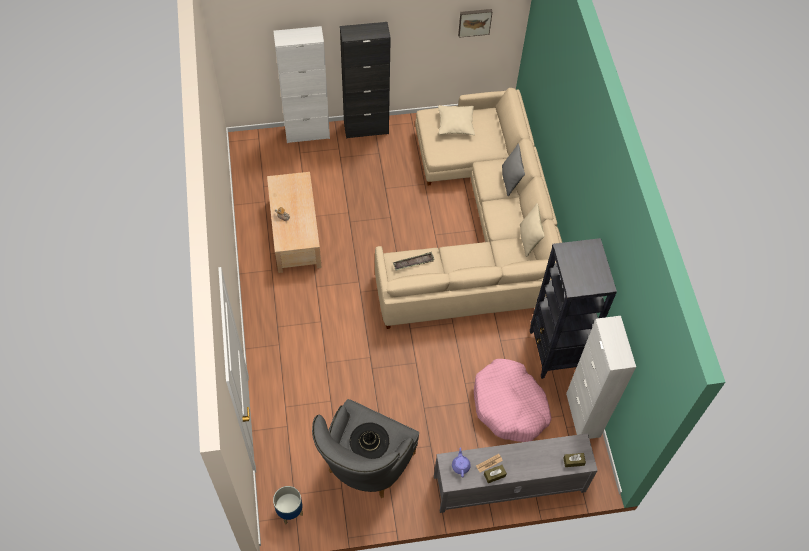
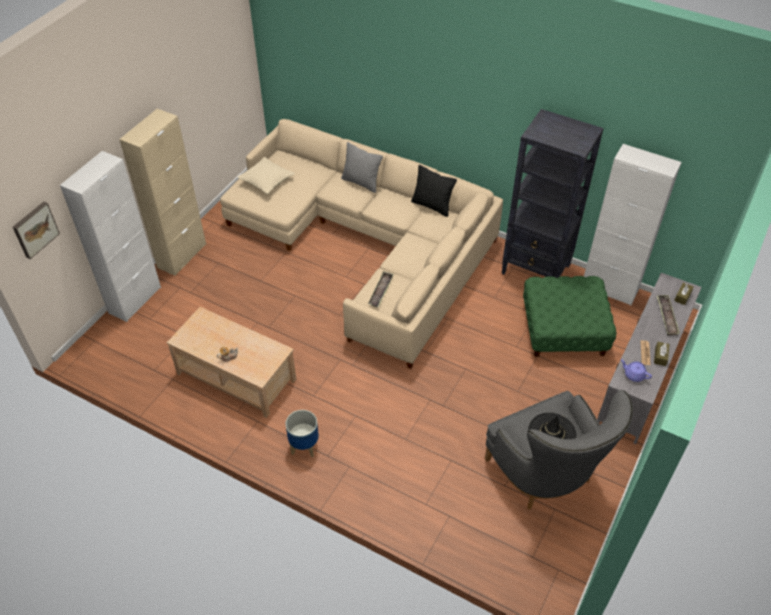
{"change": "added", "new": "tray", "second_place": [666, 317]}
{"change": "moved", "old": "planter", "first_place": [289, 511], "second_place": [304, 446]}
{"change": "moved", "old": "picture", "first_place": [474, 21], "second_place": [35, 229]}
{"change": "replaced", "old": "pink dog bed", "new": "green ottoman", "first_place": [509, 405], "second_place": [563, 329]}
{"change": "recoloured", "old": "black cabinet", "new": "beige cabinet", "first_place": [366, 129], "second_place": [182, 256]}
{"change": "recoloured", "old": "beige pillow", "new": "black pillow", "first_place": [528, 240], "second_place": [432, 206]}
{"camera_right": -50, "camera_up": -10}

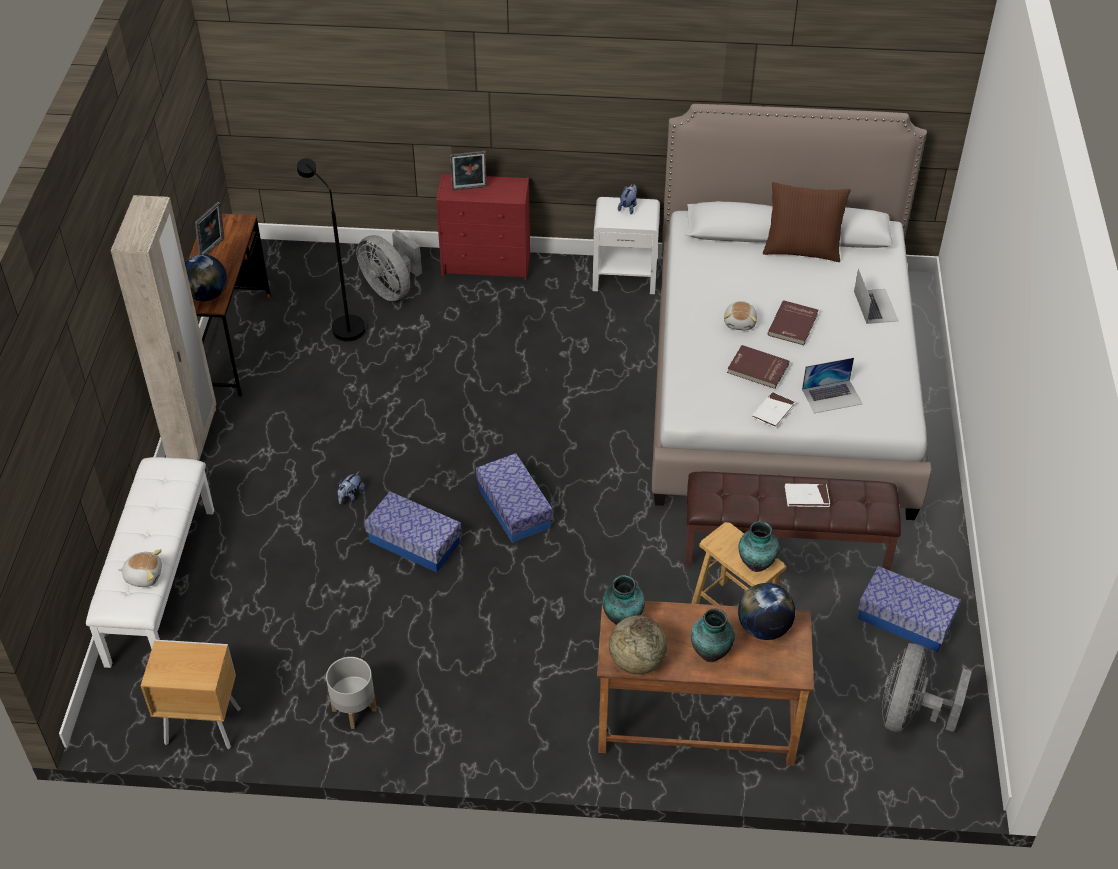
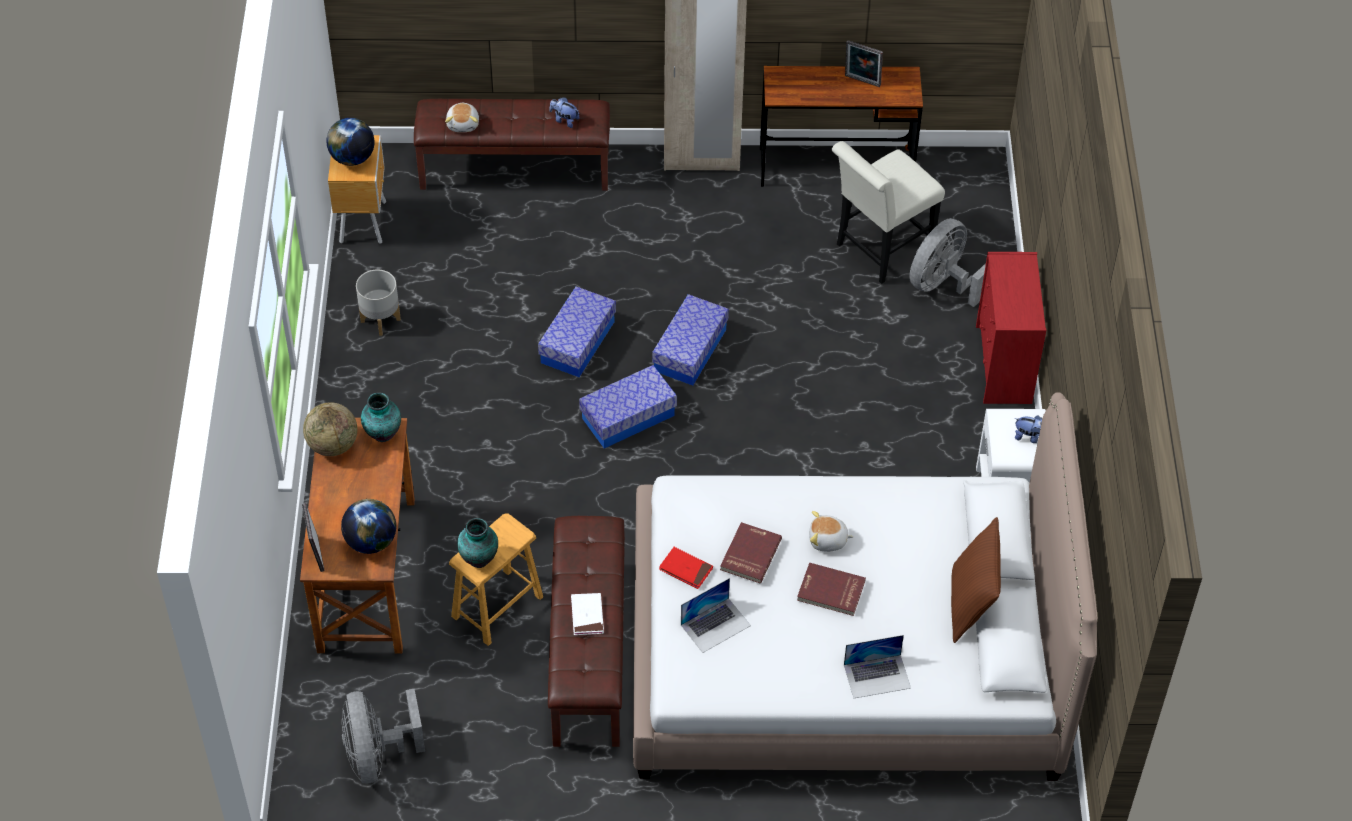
{"change": "removed", "old": "vase", "first_place": [711, 651]}
{"change": "moved", "old": "globe", "first_place": [207, 295], "second_place": [352, 158]}
{"change": "moved", "old": "plush toy", "first_place": [350, 496], "second_place": [564, 120]}
{"change": "moved", "old": "picture frame", "first_place": [469, 189], "second_place": [316, 554]}
{"change": "moved", "old": "storage box", "first_place": [905, 619], "second_place": [690, 350]}
{"change": "replaced", "old": "black floor lamp", "new": "white chair", "first_place": [342, 325], "second_place": [879, 251]}
{"change": "recoloured", "old": "white bench", "new": "brown bench", "first_place": [160, 585], "second_place": [515, 169]}
{"change": "recoloured", "old": "white book", "new": "red book", "first_place": [773, 411], "second_place": [685, 569]}
{"change": "turned", "old": "laptop", "first_place": [832, 396], "second_place": [715, 625], "degrees": -105}
{"change": "turned", "old": "grey fan", "first_place": [909, 713], "second_place": [377, 755], "degrees": -120}
{"camera_right": 85, "camera_up": 5}

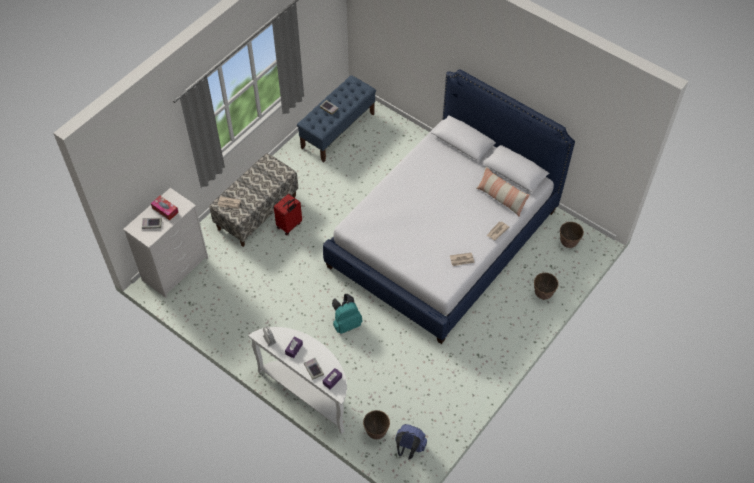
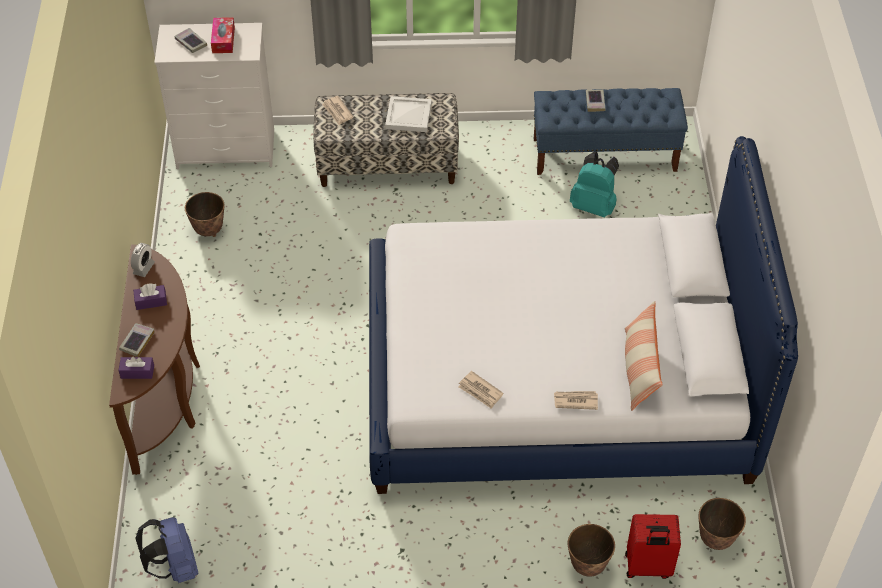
{"change": "added", "new": "white tray", "second_place": [407, 116]}
{"change": "moved", "old": "red suitcase", "first_place": [289, 226], "second_place": [648, 567]}
{"change": "moved", "old": "turquoise backpack", "first_place": [346, 323], "second_place": [594, 206]}
{"change": "moved", "old": "planter", "first_place": [376, 432], "second_place": [208, 230]}
{"change": "recoloured", "old": "white console table", "new": "brown console table", "first_place": [309, 392], "second_place": [167, 396]}
{"camera_right": 50, "camera_up": -5}

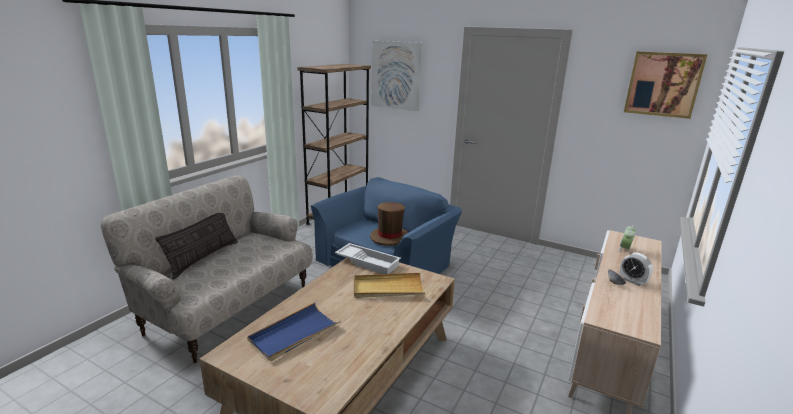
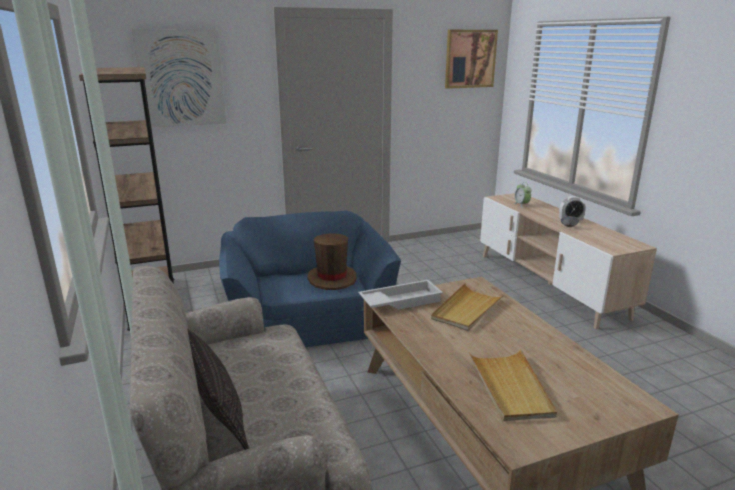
{"change": "recoloured", "old": "blue tray", "new": "beige tray", "first_place": [294, 334], "second_place": [510, 387]}
{"camera_right": -50, "camera_up": 0}

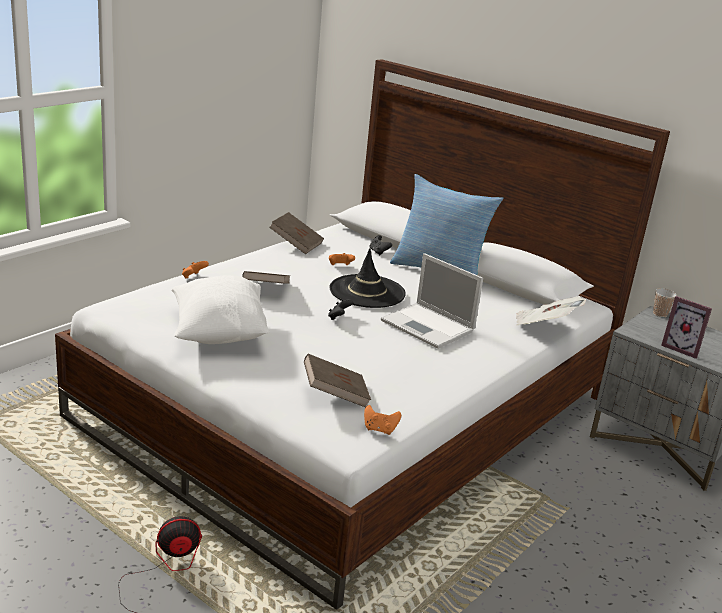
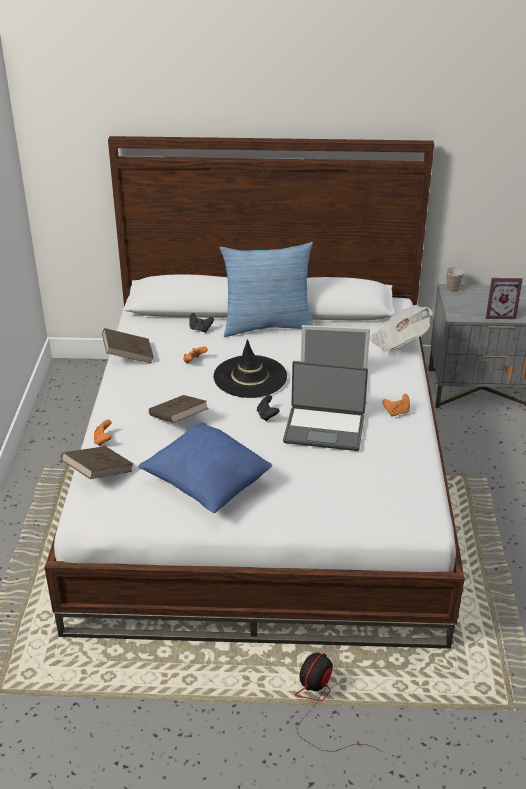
{"change": "added", "new": "laptop", "second_place": [324, 428]}
{"change": "moved", "old": "brown book", "first_place": [335, 395], "second_place": [99, 473]}
{"change": "moved", "old": "orange game controller", "first_place": [379, 429], "second_place": [396, 412]}
{"change": "recoloured", "old": "white pillow", "new": "blue pillow", "first_place": [219, 333], "second_place": [206, 485]}
{"camera_right": -35, "camera_up": 10}

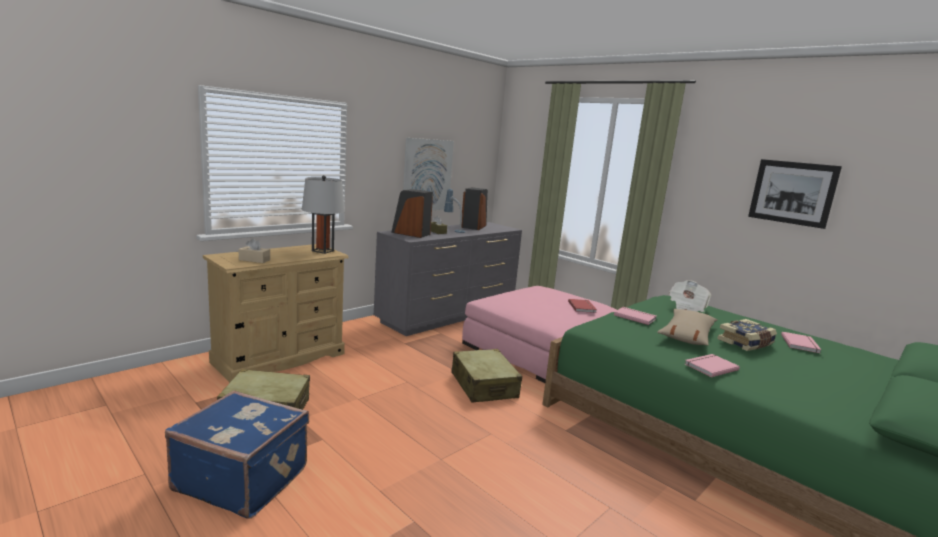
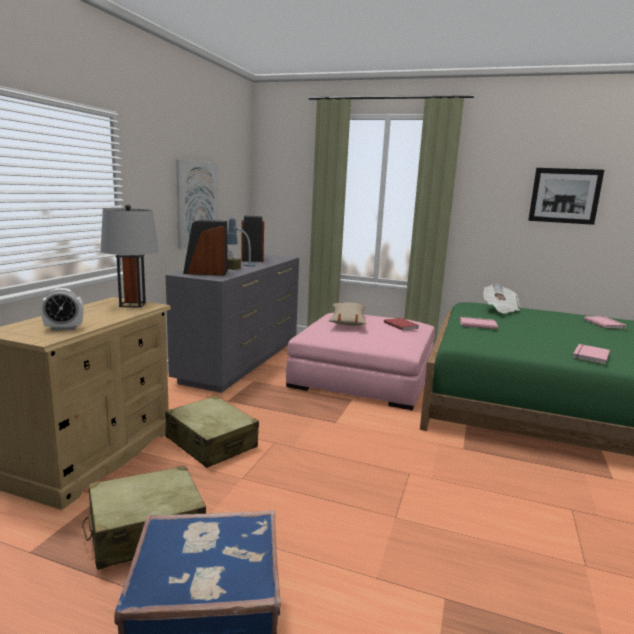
{"change": "removed", "old": "book", "first_place": [746, 343]}
{"change": "moved", "old": "beige suitcase", "first_place": [484, 386], "second_place": [211, 443]}
{"change": "moved", "old": "beige pillow", "first_place": [687, 335], "second_place": [348, 321]}
{"change": "replaced", "old": "beige tissue box", "new": "alarm clock", "first_place": [254, 260], "second_place": [64, 328]}
{"camera_right": -25, "camera_up": 0}

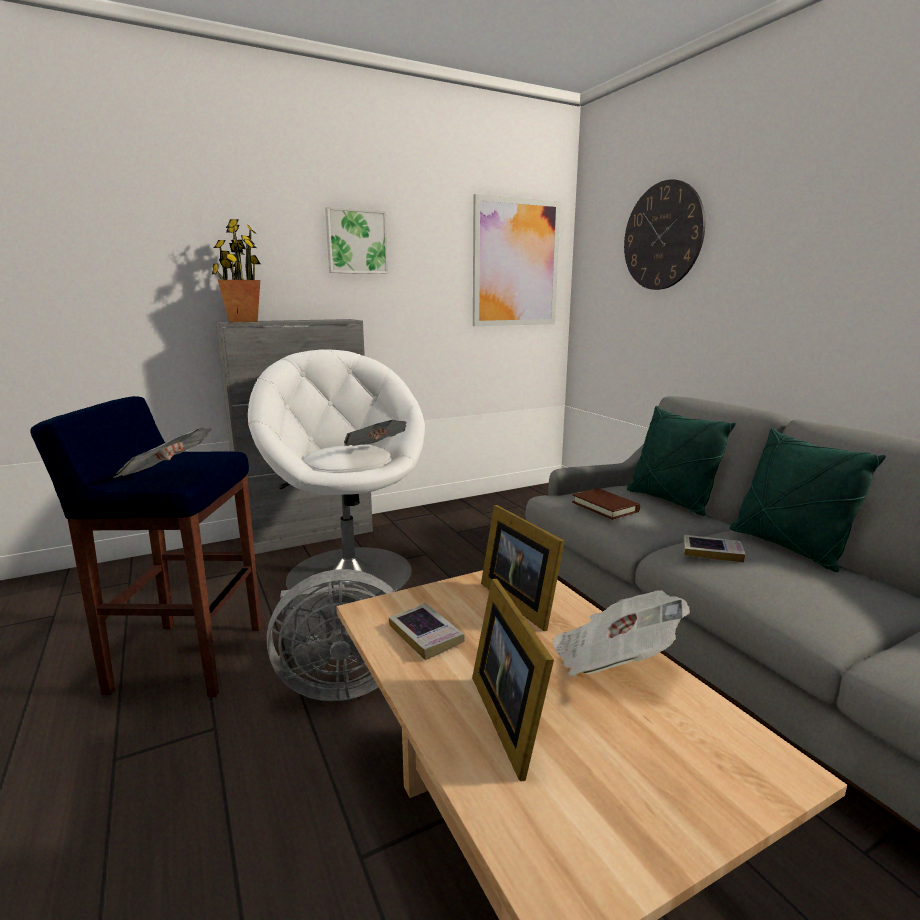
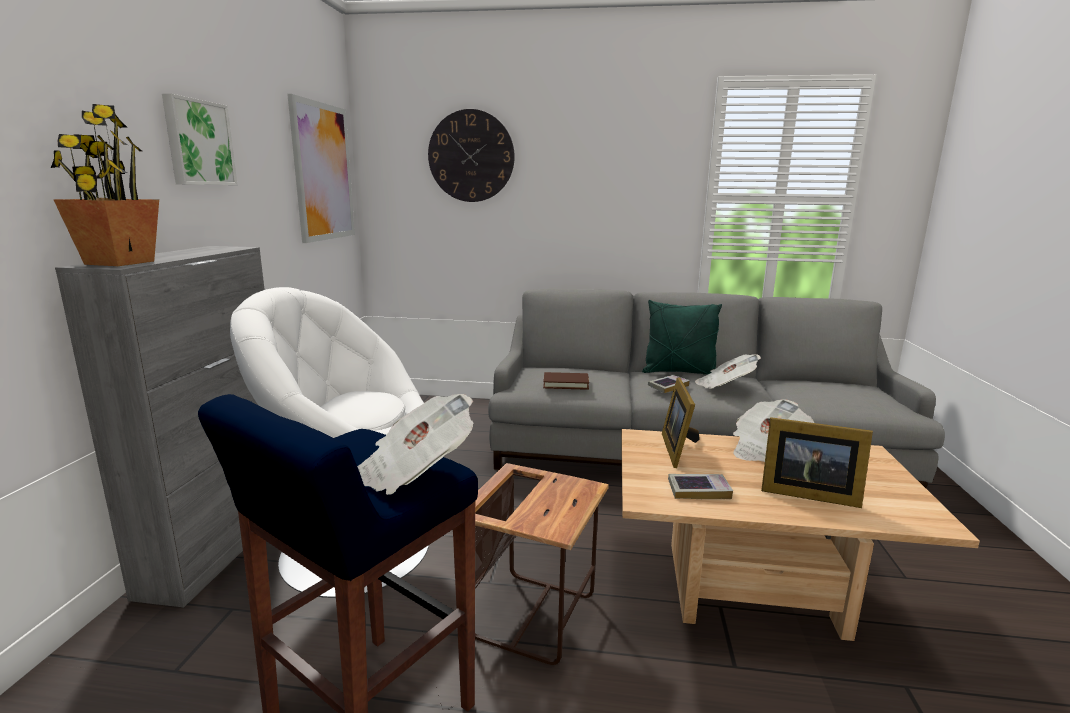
{"change": "removed", "old": "green pillow", "first_place": [670, 501]}
{"change": "moved", "old": "newspaper", "first_place": [375, 451], "second_place": [725, 386]}
{"change": "replaced", "old": "grey fan", "new": "side table", "first_place": [338, 683], "second_place": [533, 615]}
{"change": "turned", "old": "picture frame", "first_place": [520, 600], "second_place": [678, 449], "degrees": 90}
{"camera_right": -55, "camera_up": 0}

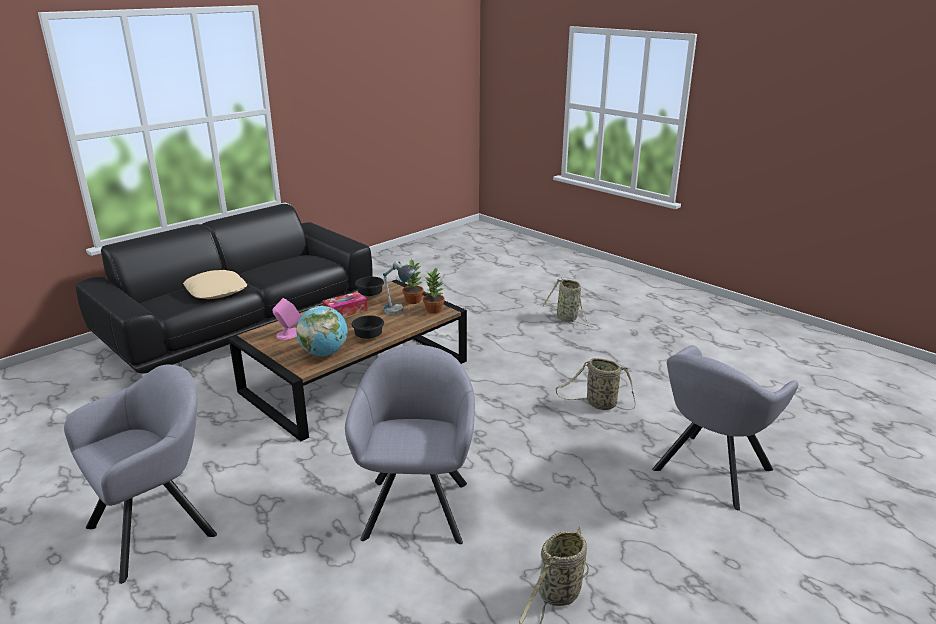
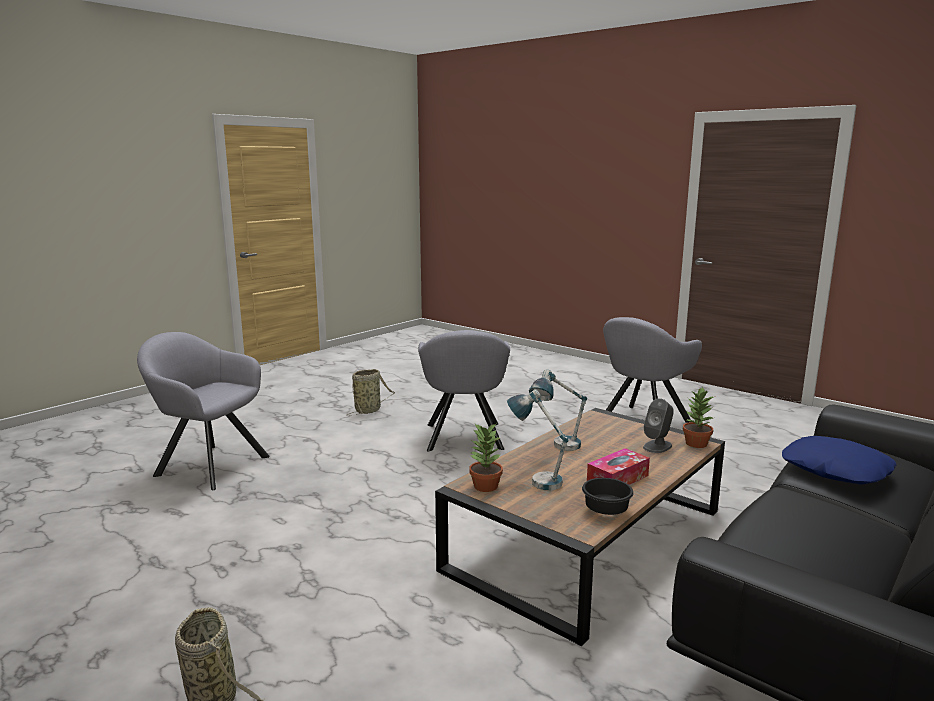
{"change": "removed", "old": "globe", "first_place": [324, 353]}
{"change": "removed", "old": "basket", "first_place": [598, 404]}
{"change": "moved", "old": "potted plant", "first_place": [413, 300], "second_place": [696, 444]}
{"change": "replaced", "old": "black bowl", "new": "table lamp", "first_place": [367, 336], "second_place": [557, 447]}
{"change": "recoloured", "old": "beige pillow", "new": "blue pillow", "first_place": [216, 291], "second_place": [835, 470]}
{"change": "recoloured", "old": "pink speaker", "new": "grey speaker", "first_place": [289, 334], "second_place": [657, 446]}
{"change": "turned", "old": "grey armchair", "first_place": [708, 472], "second_place": [208, 464], "degrees": -105}
{"camera_right": 175, "camera_up": -10}

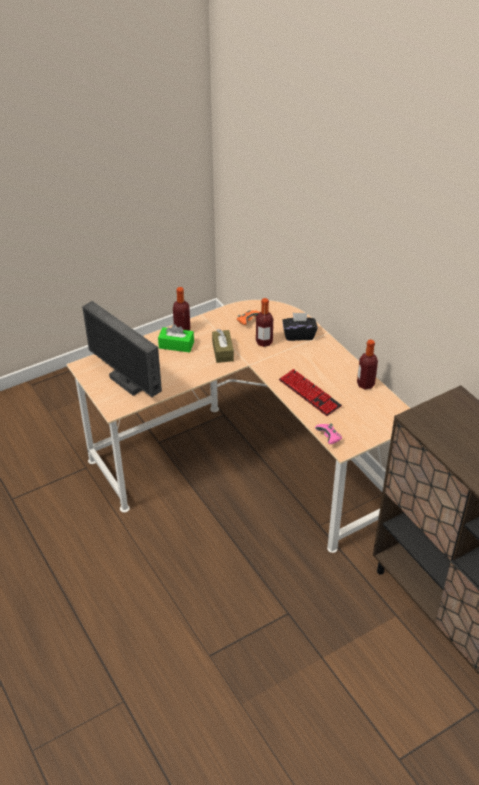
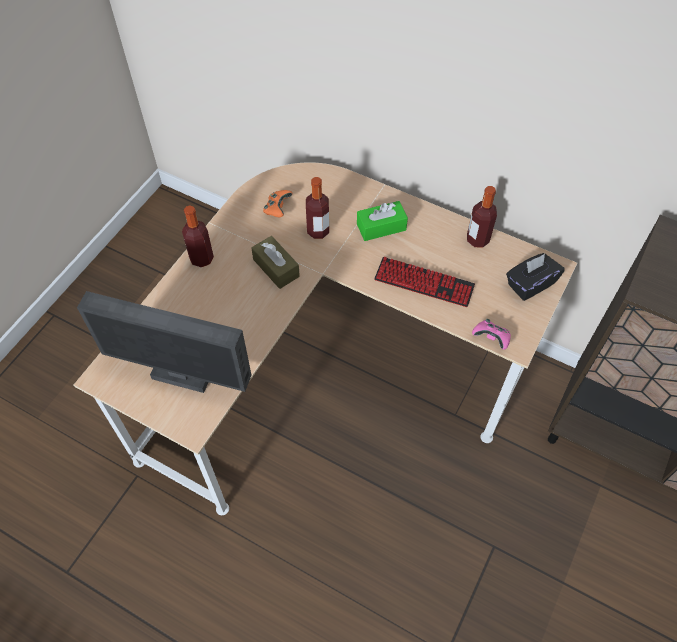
{"change": "moved", "old": "green tissue box", "first_place": [176, 345], "second_place": [381, 227]}
{"change": "moved", "old": "black tissue box", "first_place": [299, 335], "second_place": [530, 284]}
{"camera_right": -30, "camera_up": 15}

